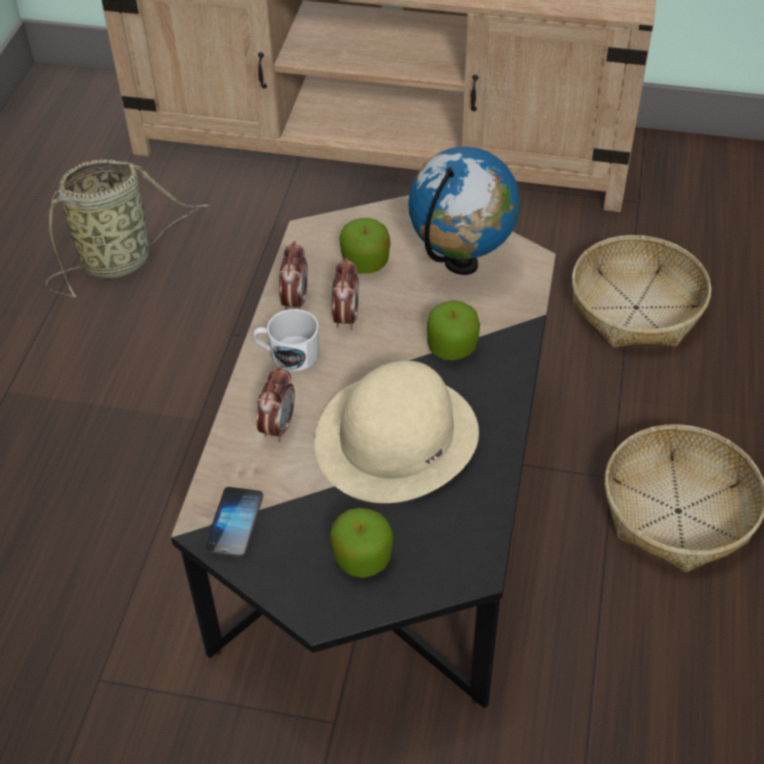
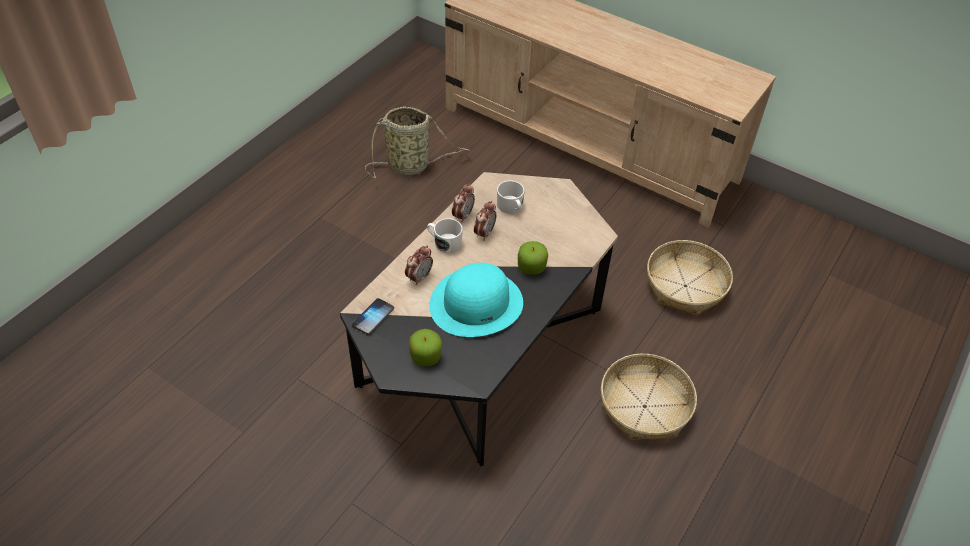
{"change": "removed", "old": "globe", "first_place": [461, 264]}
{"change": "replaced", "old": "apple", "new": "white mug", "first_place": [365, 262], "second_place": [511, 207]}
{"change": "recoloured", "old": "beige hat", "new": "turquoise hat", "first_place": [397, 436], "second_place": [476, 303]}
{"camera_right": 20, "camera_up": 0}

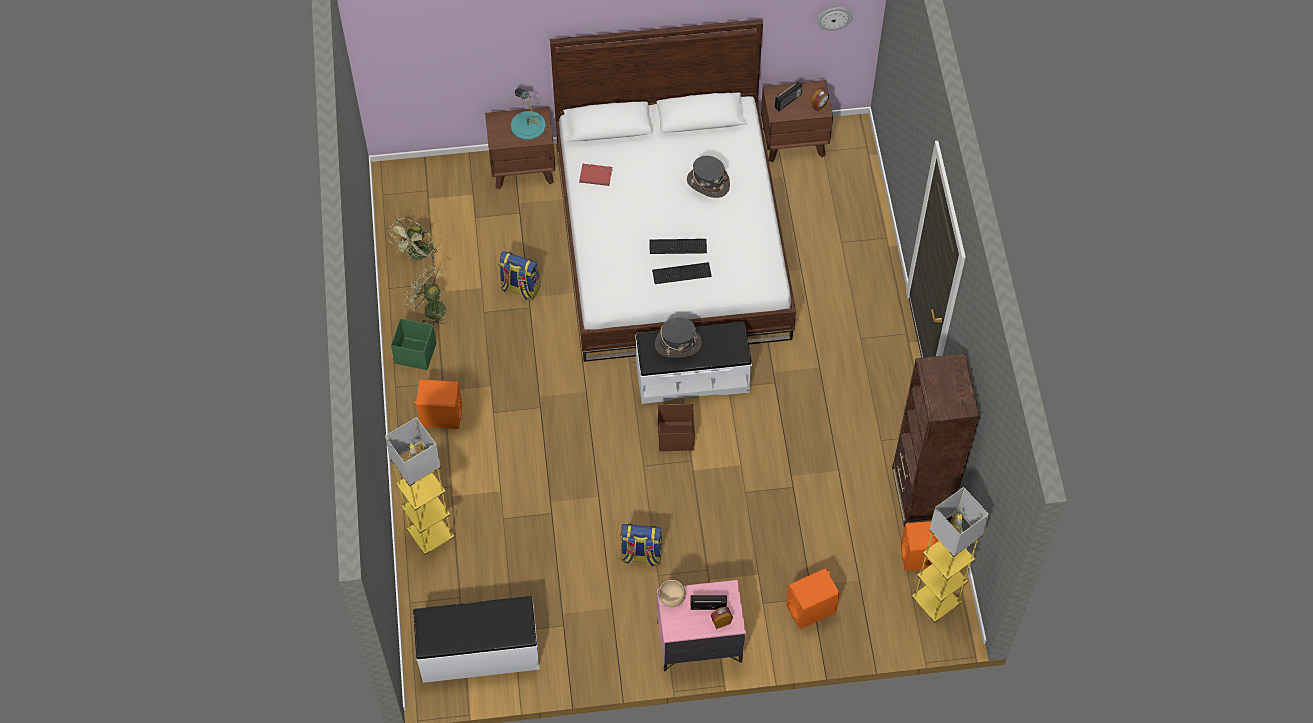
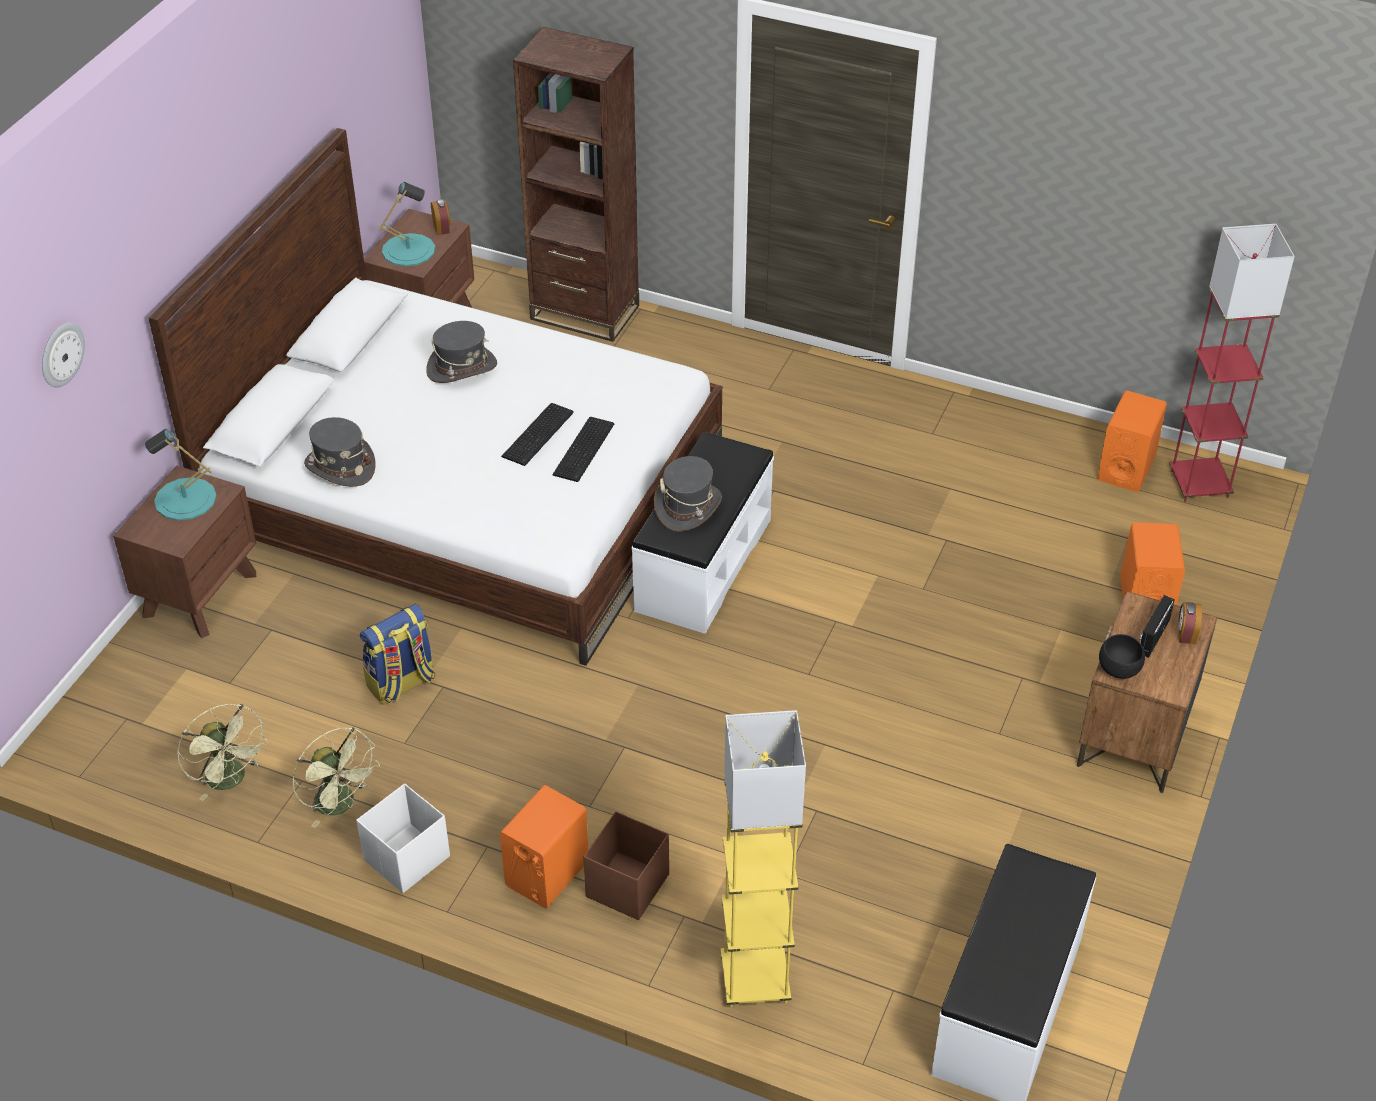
{"change": "removed", "old": "backpack", "first_place": [641, 555]}
{"change": "moved", "old": "brown storage box", "first_place": [675, 436], "second_place": [626, 886]}
{"change": "moved", "old": "wall clock", "first_place": [834, 18], "second_place": [61, 354]}
{"change": "moved", "old": "brown bookcase", "first_place": [920, 494], "second_place": [584, 312]}
{"change": "replaced", "old": "red book", "new": "grey hat", "first_place": [595, 174], "second_place": [340, 467]}
{"change": "replaced", "old": "radio", "new": "turquoise table lamp", "first_place": [788, 101], "second_place": [408, 250]}
{"change": "recoloured", "old": "green storage box", "new": "white storage box", "first_place": [415, 353], "second_place": [405, 859]}
{"change": "recoloured", "old": "pink nightstand", "new": "brown nightstand", "first_place": [698, 642], "second_place": [1135, 735]}
{"change": "recoloured", "old": "beige bowl", "new": "black bowl", "first_place": [672, 599], "second_place": [1120, 670]}
{"change": "recoloured", "old": "yellow floor lamp", "new": "red floor lamp", "first_place": [935, 601], "second_place": [1199, 484]}
{"change": "turned", "old": "green fan", "first_place": [430, 308], "second_place": [341, 805], "degrees": -105}
{"camera_right": -60, "camera_up": -15}

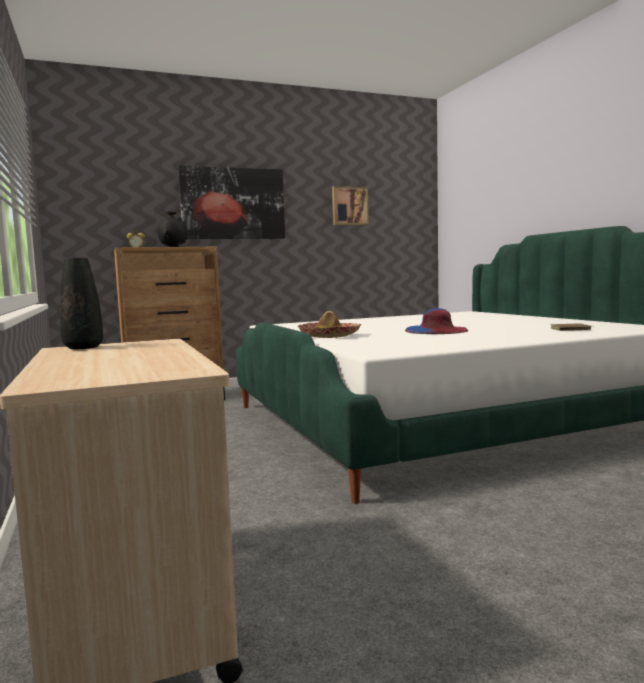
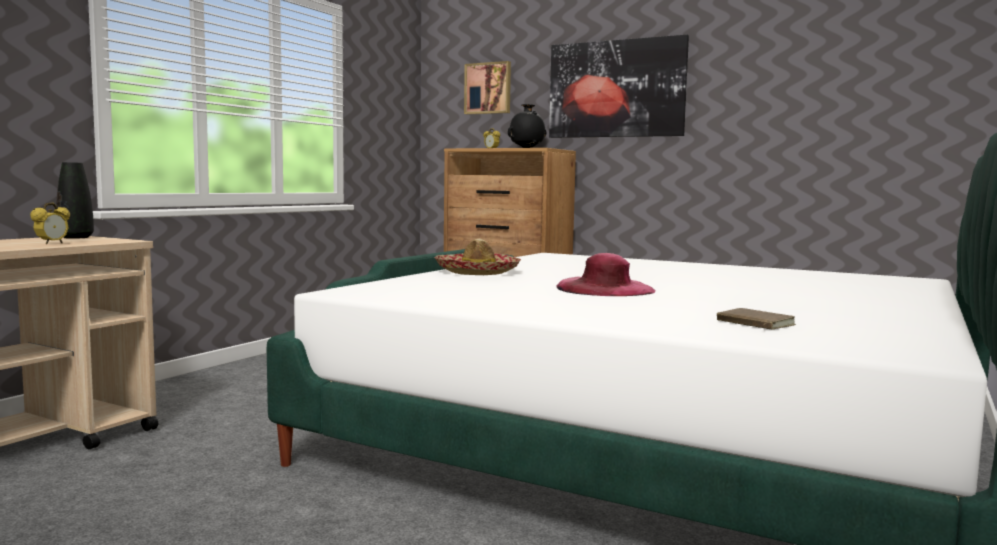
{"change": "added", "new": "alarm clock", "second_place": [52, 243]}
{"change": "moved", "old": "picture", "first_place": [349, 206], "second_place": [488, 88]}
{"change": "recoloured", "old": "blue hat", "new": "pink hat", "first_place": [436, 330], "second_place": [605, 288]}
{"camera_right": 50, "camera_up": 0}

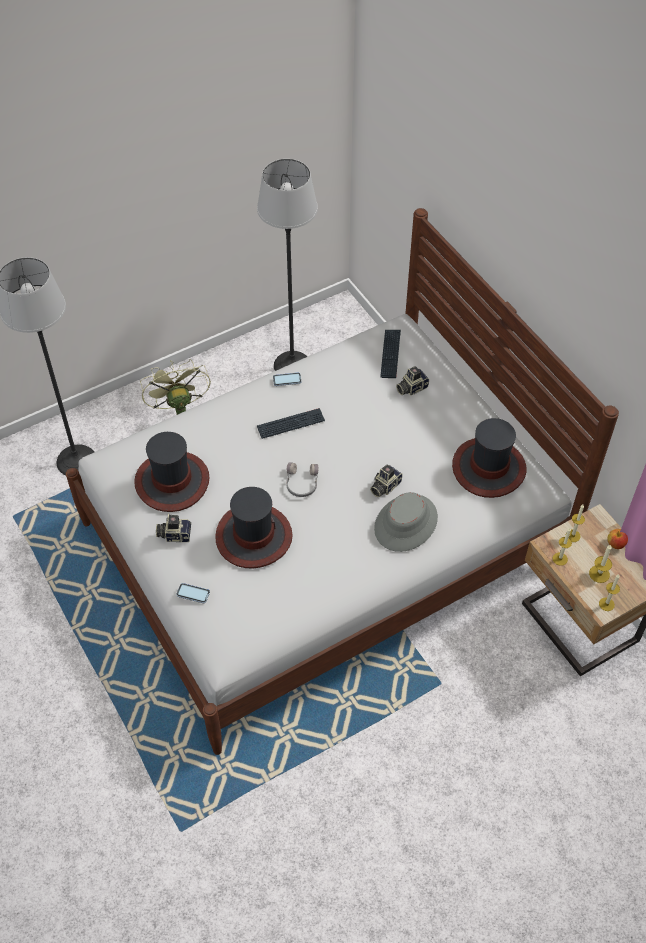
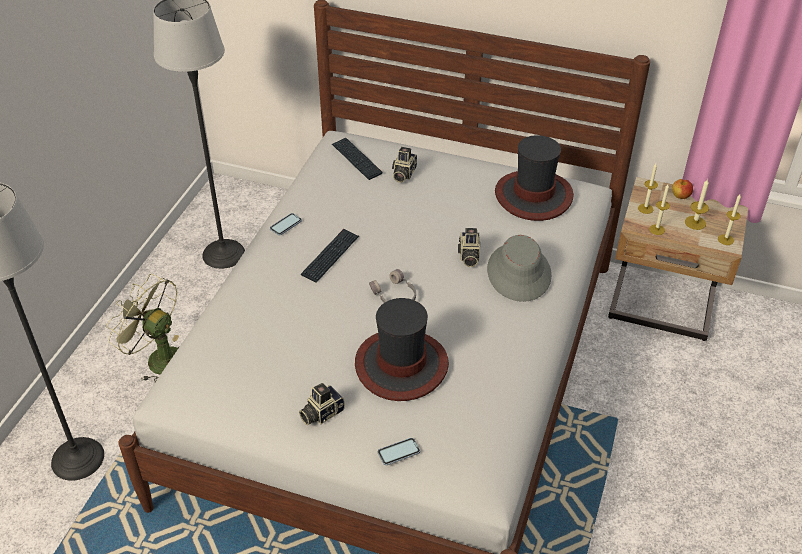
{"change": "removed", "old": "hat", "first_place": [172, 482]}
{"camera_right": -40, "camera_up": -10}

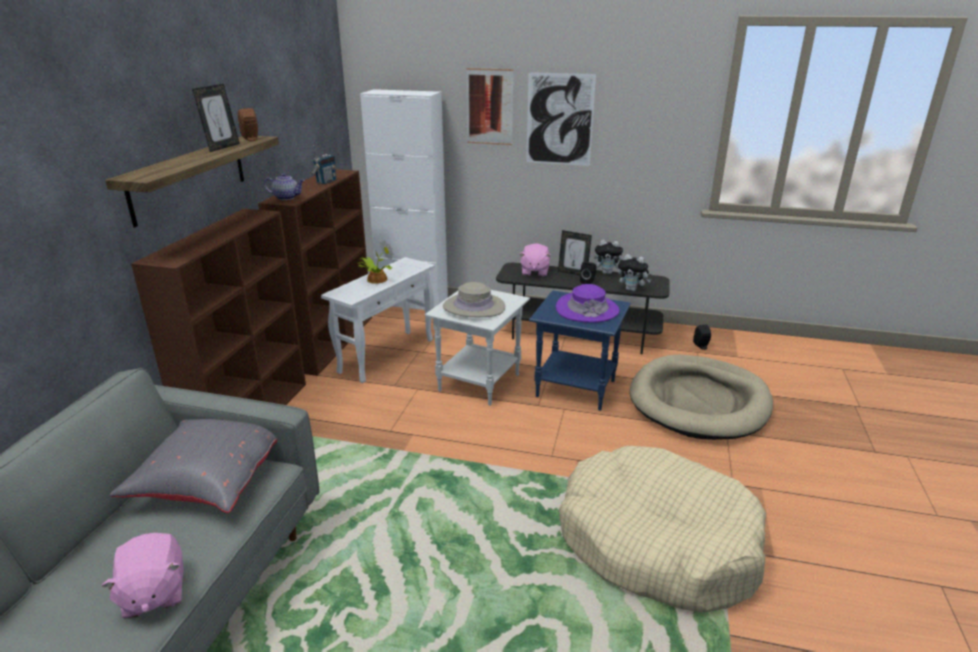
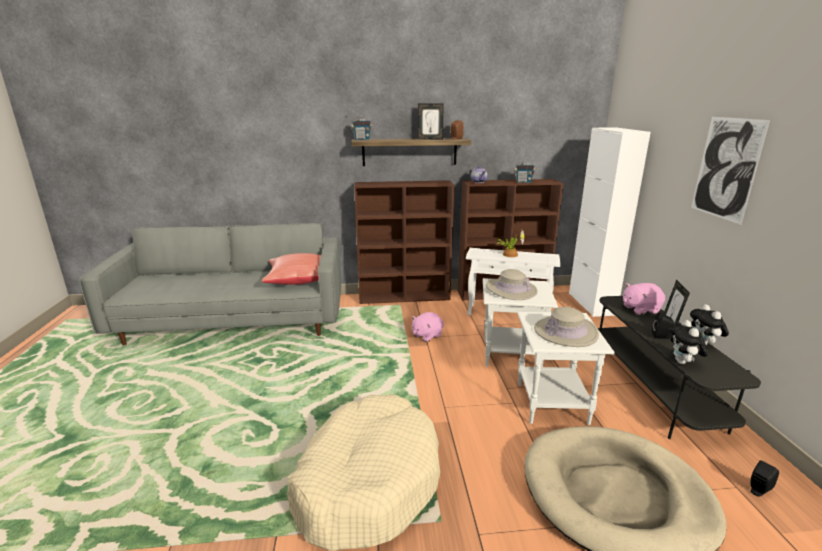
{"change": "removed", "old": "picture", "first_place": [489, 107]}
{"change": "added", "new": "radio", "second_place": [361, 139]}
{"change": "moved", "old": "pink plush toy", "first_place": [153, 594], "second_place": [426, 335]}
{"change": "recoloured", "old": "grey pillow", "new": "red pillow", "first_place": [210, 480], "second_place": [299, 280]}
{"change": "recoloured", "old": "blue side table", "new": "white side table", "first_place": [576, 389], "second_place": [552, 404]}
{"change": "recoloured", "old": "purple hat", "new": "beige hat", "first_place": [587, 309], "second_place": [565, 332]}
{"camera_right": 70, "camera_up": -5}

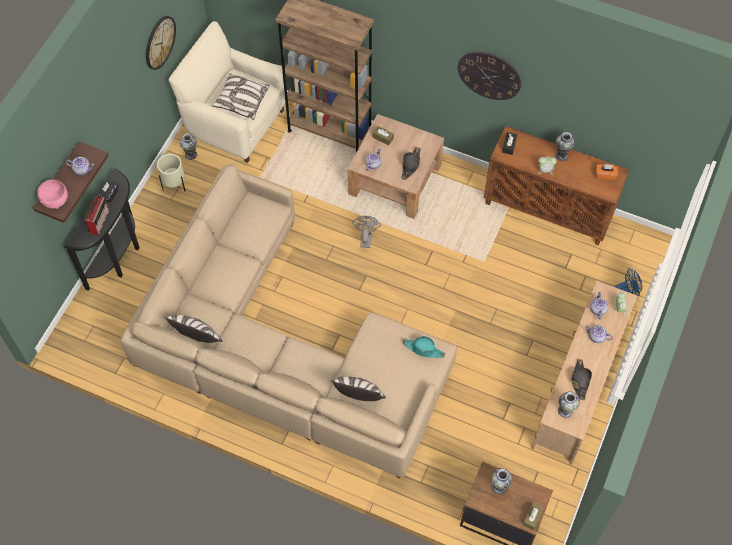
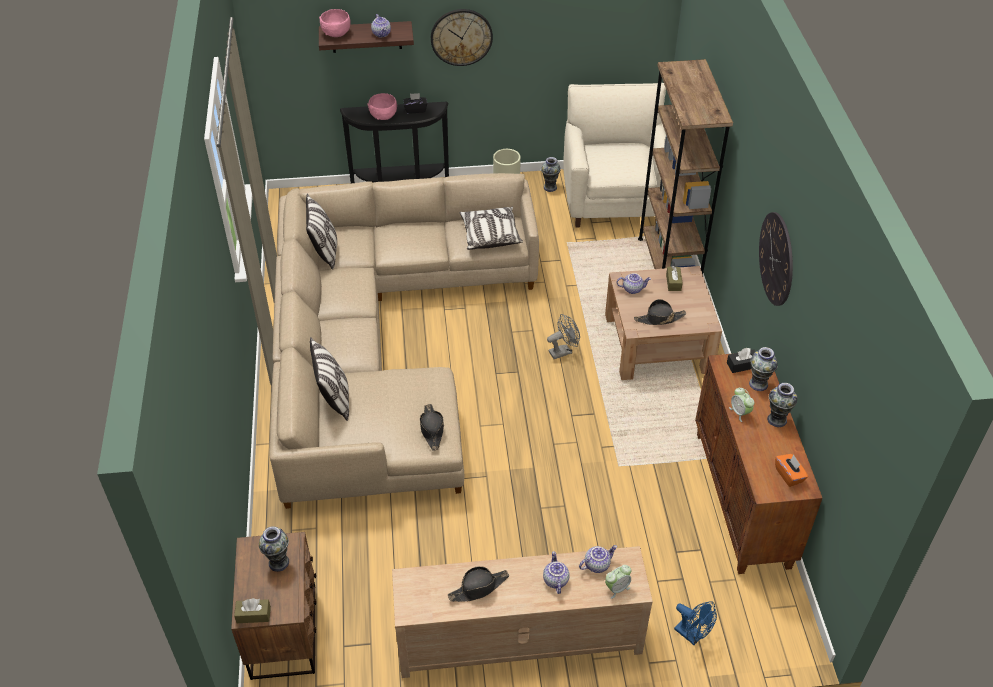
{"change": "moved", "old": "wall clock", "first_place": [159, 42], "second_place": [461, 37]}
{"change": "moved", "old": "pillow", "first_place": [242, 101], "second_place": [490, 235]}
{"change": "moved", "old": "vase", "first_place": [565, 410], "second_place": [758, 384]}
{"change": "replaced", "old": "radio", "new": "pink bowl", "first_place": [99, 220], "second_place": [383, 115]}
{"change": "recoloured", "old": "turquoise hat", "new": "black hat", "first_place": [424, 349], "second_place": [432, 429]}
{"camera_right": 60, "camera_up": -15}

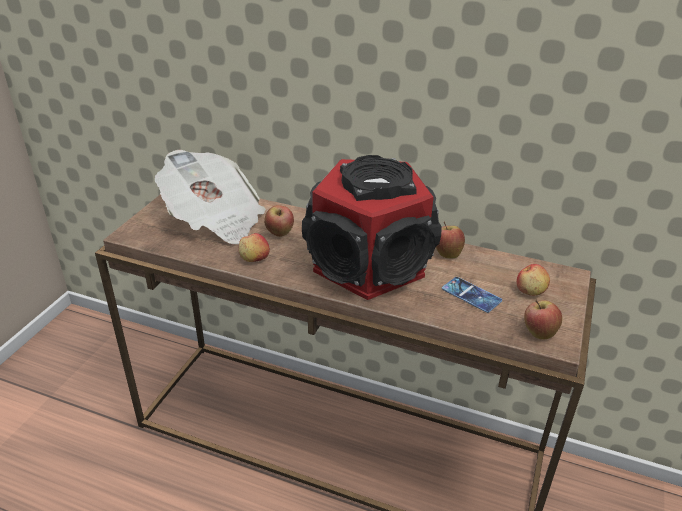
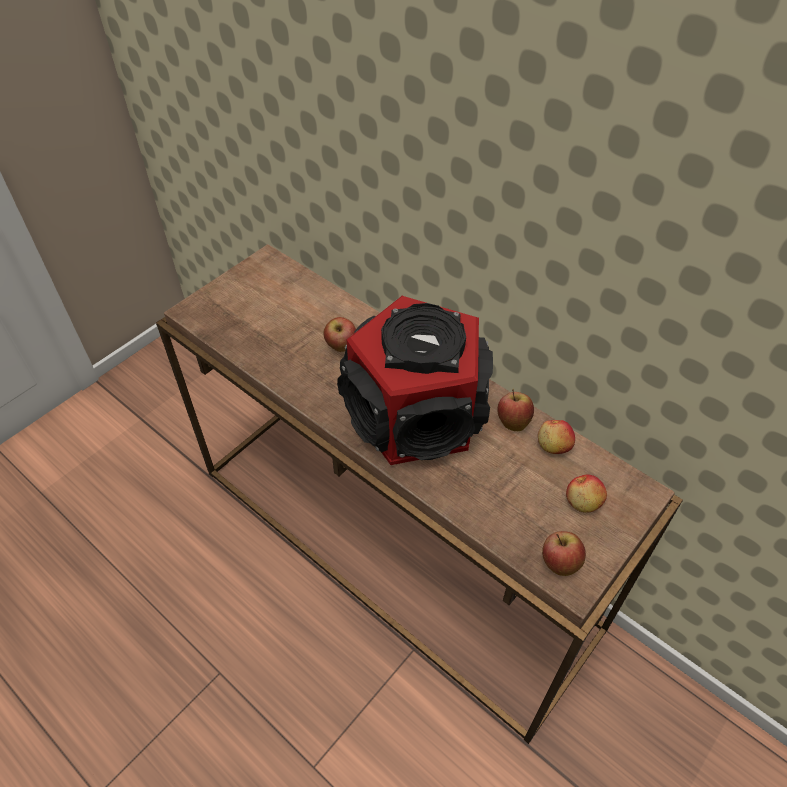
{"change": "removed", "old": "newspaper", "first_place": [214, 219]}
{"change": "removed", "old": "phone", "first_place": [471, 295]}
{"change": "moved", "old": "apple", "first_place": [254, 259], "second_place": [553, 446]}
{"camera_right": 20, "camera_up": 15}

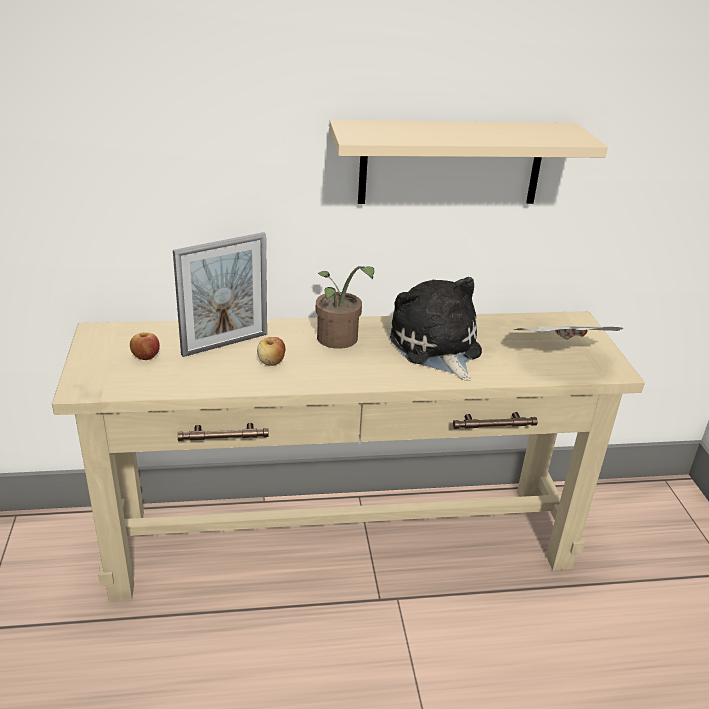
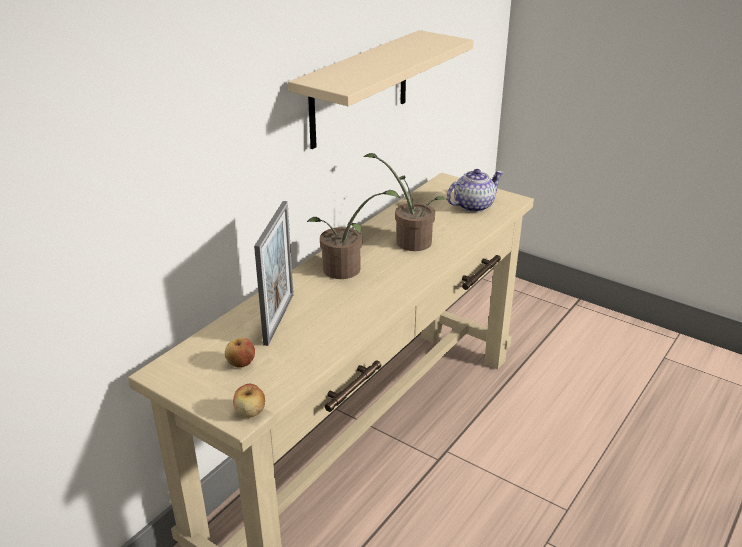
{"change": "moved", "old": "apple", "first_place": [271, 362], "second_place": [250, 412]}
{"change": "replaced", "old": "plush toy", "new": "potted plant", "first_place": [436, 348], "second_place": [409, 240]}
{"change": "replaced", "old": "newspaper", "new": "teapot", "first_place": [560, 354], "second_place": [473, 205]}
{"camera_right": -45, "camera_up": 0}

